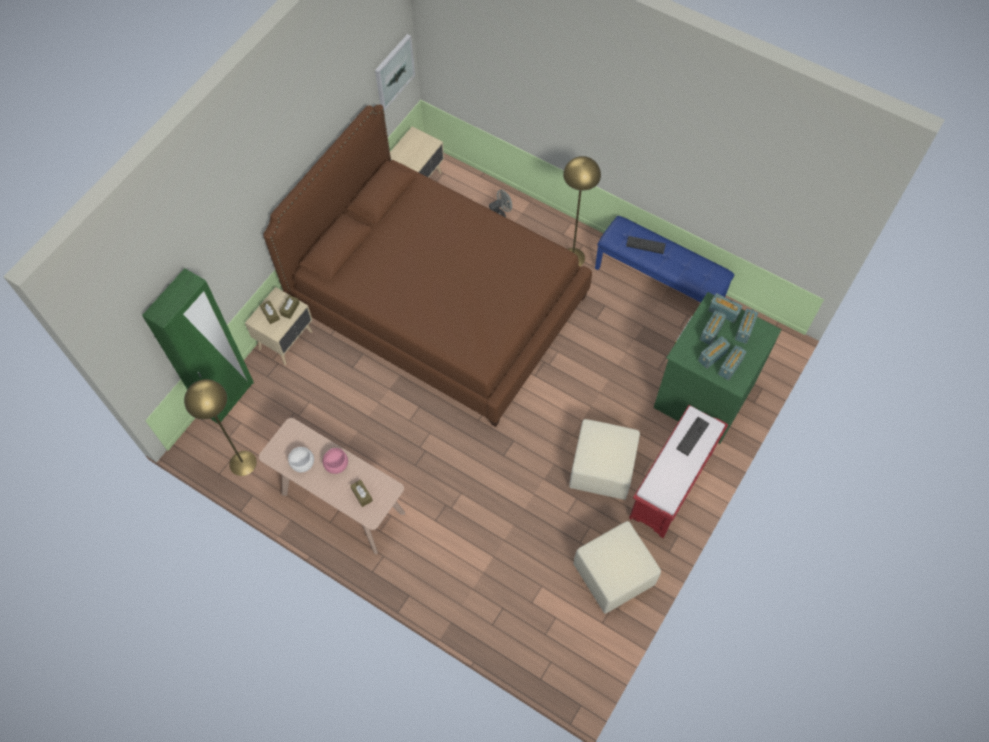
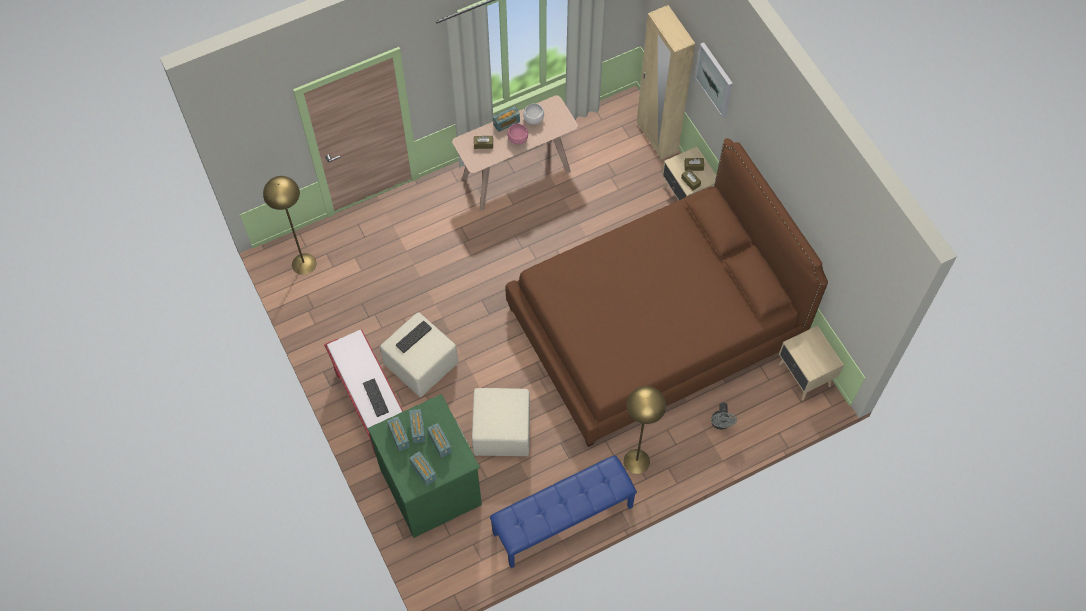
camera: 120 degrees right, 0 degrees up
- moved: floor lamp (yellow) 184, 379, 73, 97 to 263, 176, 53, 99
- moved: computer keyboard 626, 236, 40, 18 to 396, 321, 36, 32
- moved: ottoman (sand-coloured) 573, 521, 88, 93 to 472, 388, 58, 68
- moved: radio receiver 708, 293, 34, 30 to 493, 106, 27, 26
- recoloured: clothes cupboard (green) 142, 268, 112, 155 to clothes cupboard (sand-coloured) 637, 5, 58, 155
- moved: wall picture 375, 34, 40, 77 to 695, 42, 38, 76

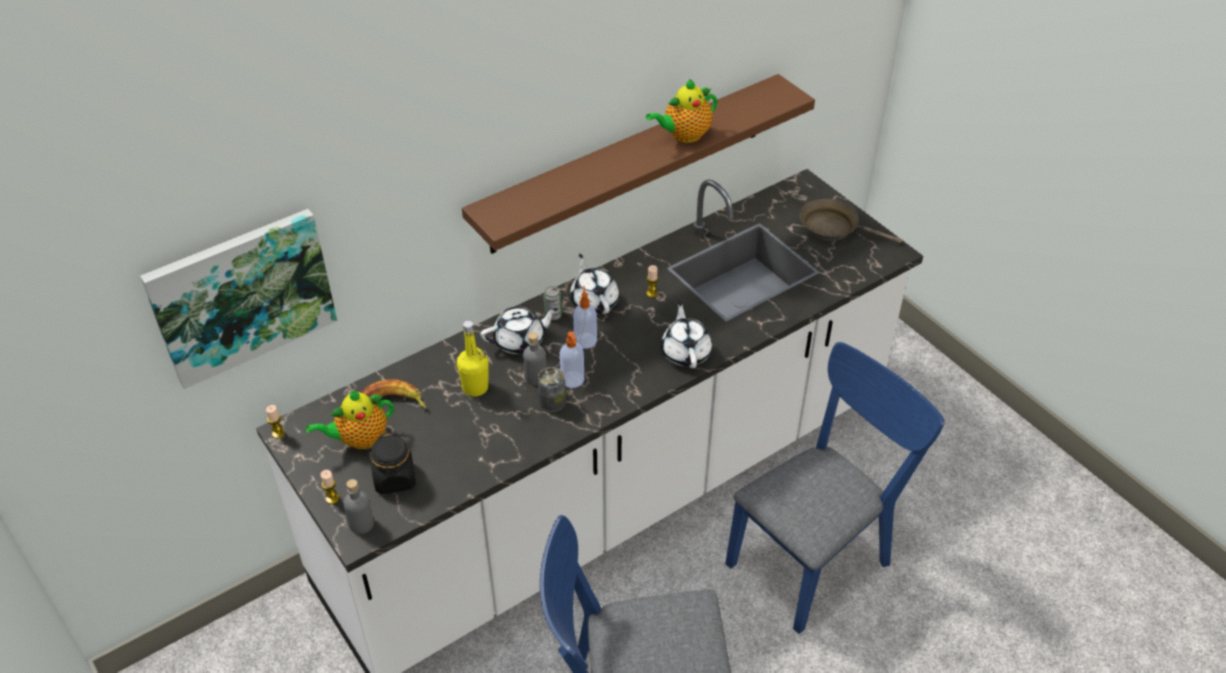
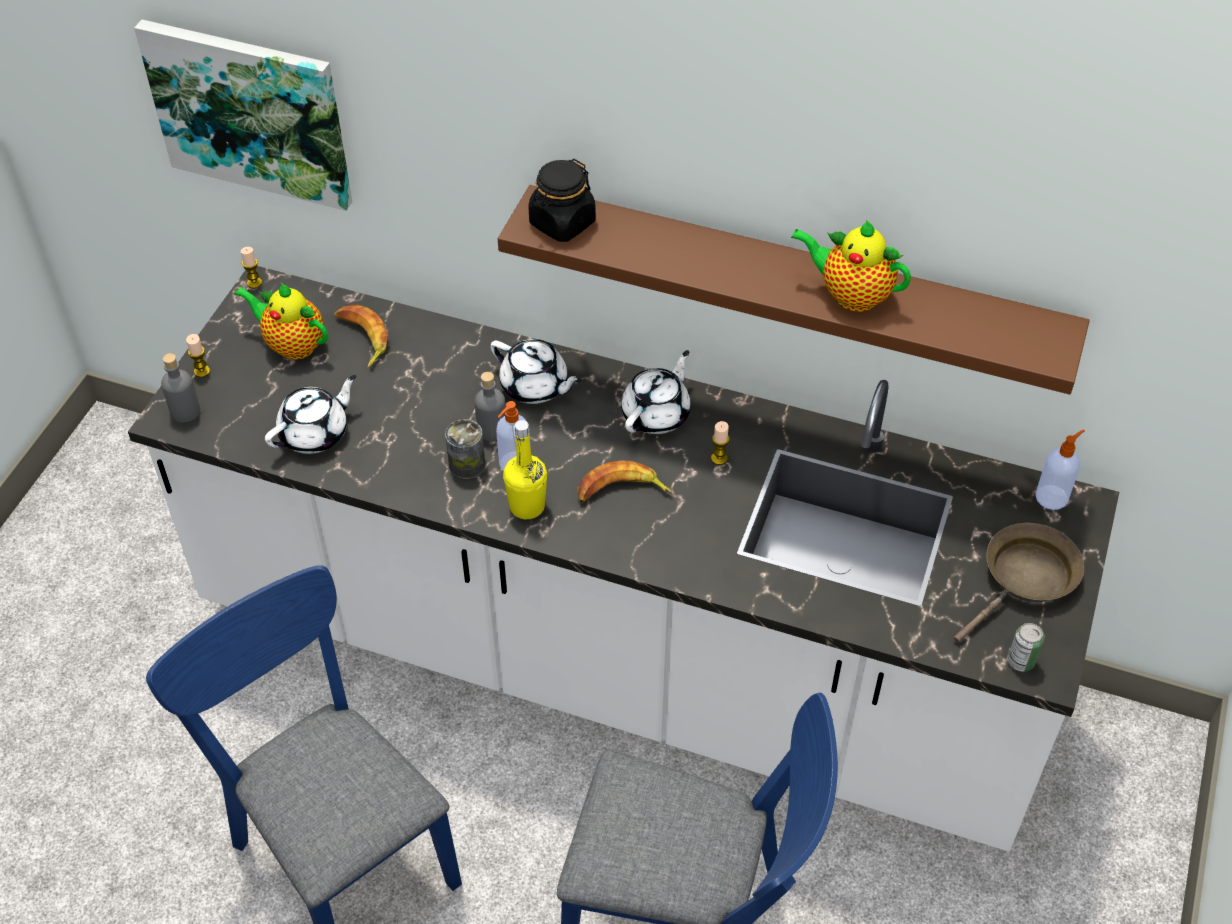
camera: 55 degrees right, 5 degrees up
- moved: tea pot (white) 661, 301, 51, 67 to 265, 375, 92, 79
- moved: bottle (yellow) 457, 321, 32, 75 to 503, 420, 44, 99
- moved: preserve jar (black) 370, 432, 46, 62 to 528, 159, 68, 83
- added: banana 578, 460, 95, 42
- turned: pan (brown-coloured) 800, 199, 102, 45 = 954, 523, 130, 120 60 degrees clockwise
- moved: metal can 544, 286, 18, 34 to 1008, 623, 36, 49
- moved: liquid soap bottle 573, 286, 24, 63 to 1035, 429, 50, 81

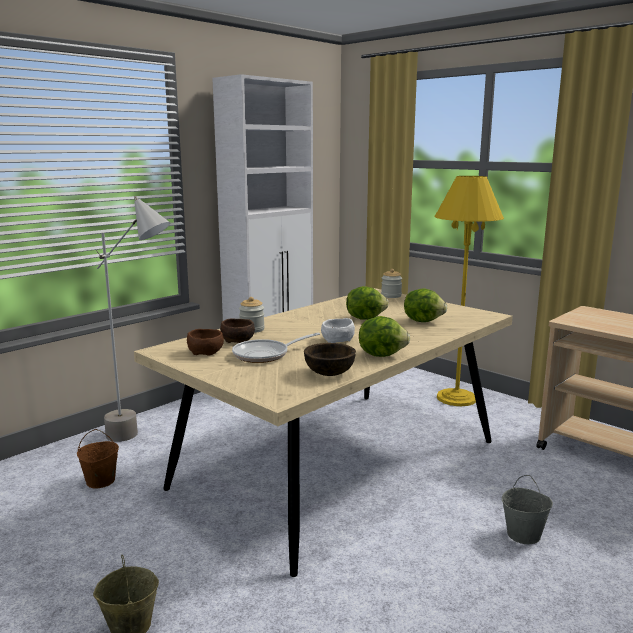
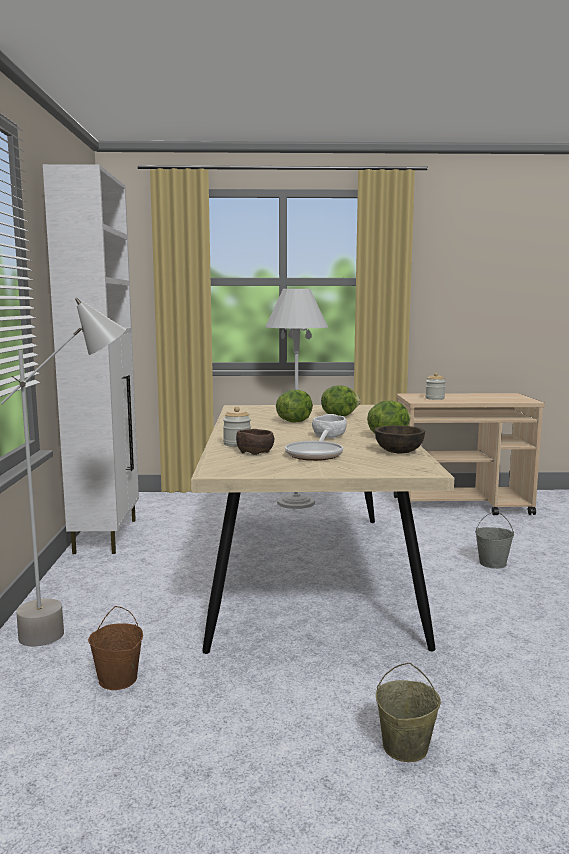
camera: 45 degrees left, 5 degrees down
- recoloured: floor lamp (yellow) 434, 176, 70, 230 to floor lamp (white) 265, 289, 63, 220
- moved: preserve jar 381, 269, 21, 29 to 425, 373, 21, 27
- removed: deep dish (brown-coloured) 187, 329, 37, 26

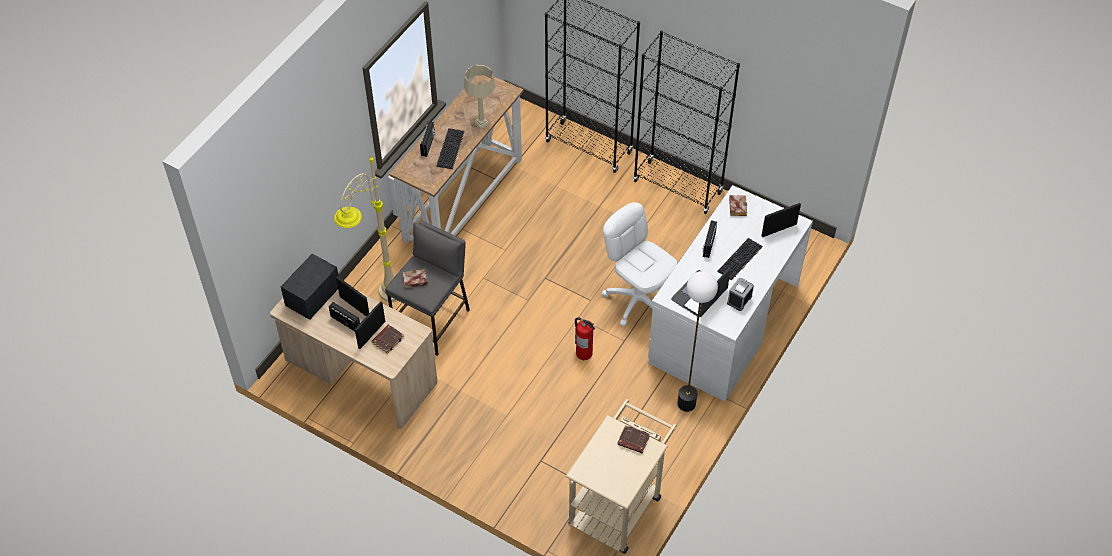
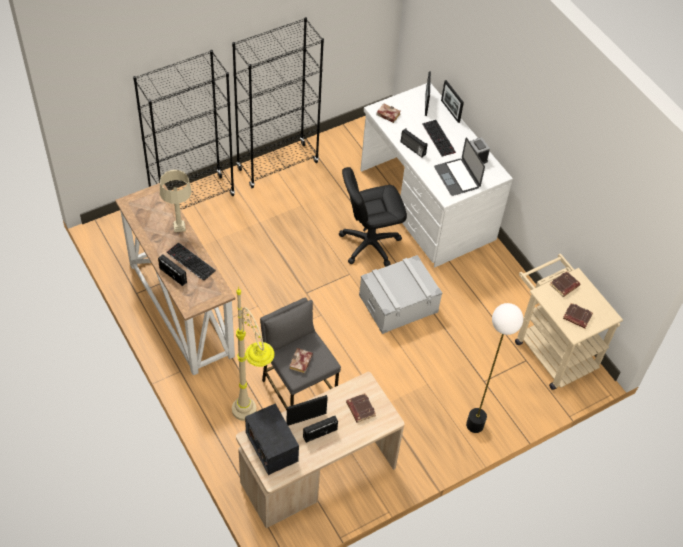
camera: 65 degrees left, 0 degrees up
- recoloured: computer chair (white) 602, 202, 76, 124 to computer chair (black) 339, 167, 68, 100
- replaced: fire extinguisher 575, 317, 20, 43 to storage box (gray) 359, 255, 83, 79
- moved: photo frame 355, 301, 30, 48 to 441, 80, 23, 43
- moved: floor lamp 677, 271, 41, 141 to 466, 303, 57, 130
- added: volume (brown-coloured) 563, 303, 30, 26

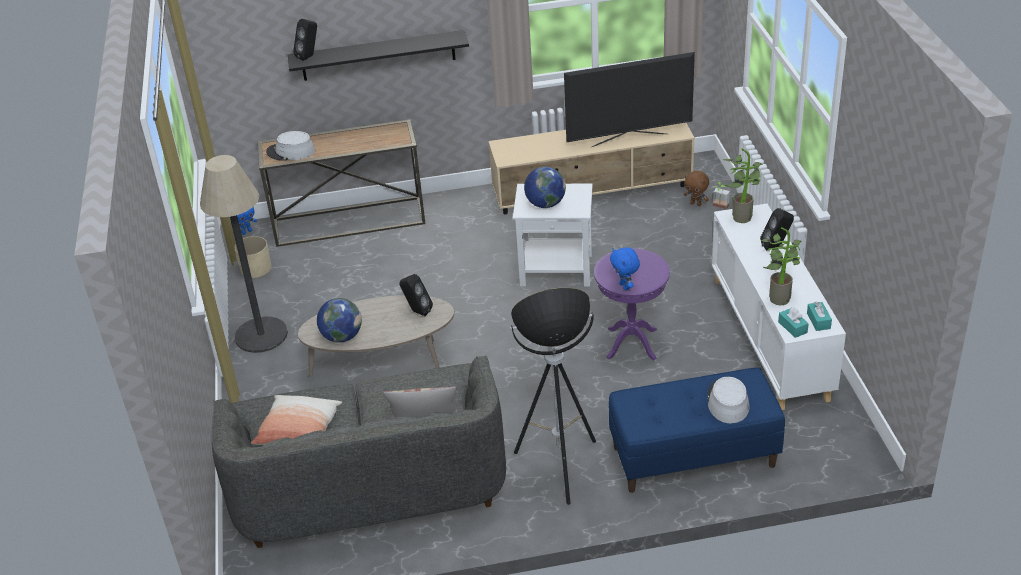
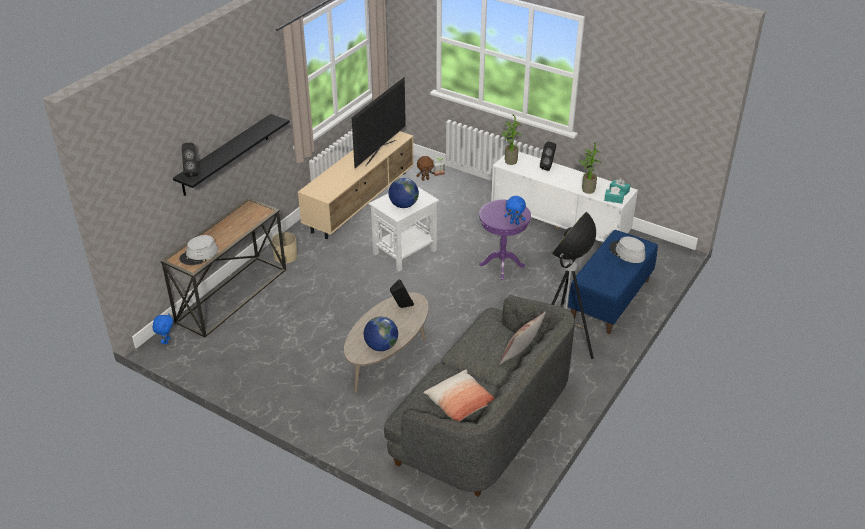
camera: 50 degrees left, 0 degrees up
- moved: plant pot (sand-coloured) 235, 236, 36, 42 to 272, 232, 25, 32
- removed: floor lamp 200, 155, 88, 198

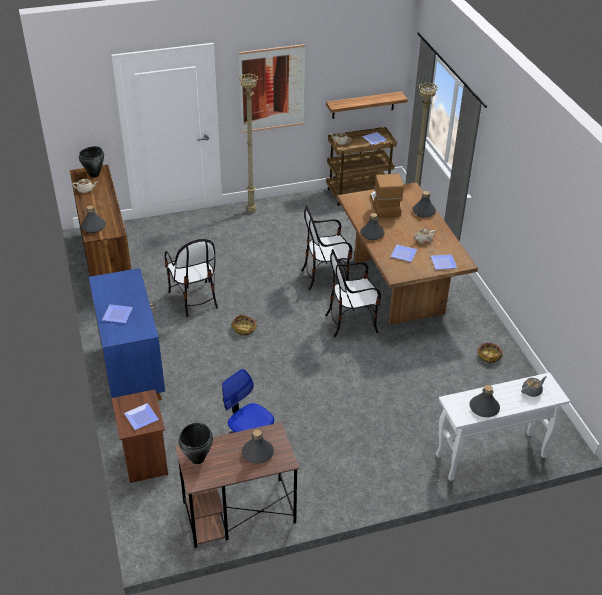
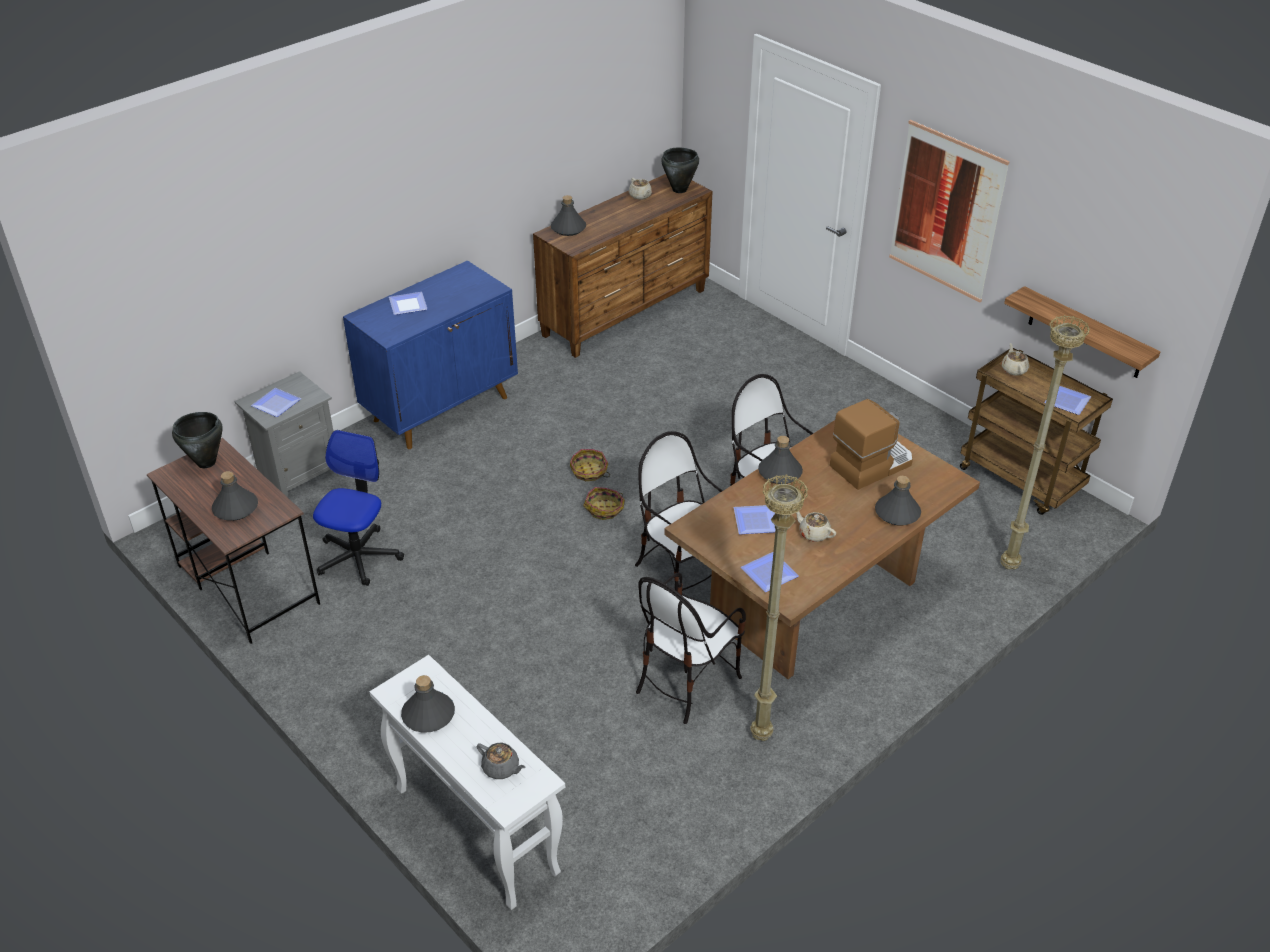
camera: 65 degrees right, 0 degrees up
- recoloured: bedside table (brown-coloured) 112, 389, 56, 94 to bedside table (gray) 234, 371, 104, 126
- moved: storage basket 478, 343, 25, 20 to 583, 487, 42, 33
- moved: plain chair 165, 239, 53, 78 to 636, 573, 110, 151
- moved: floor lamp (sand-coloured) 239, 74, 19, 139 to 750, 474, 58, 267

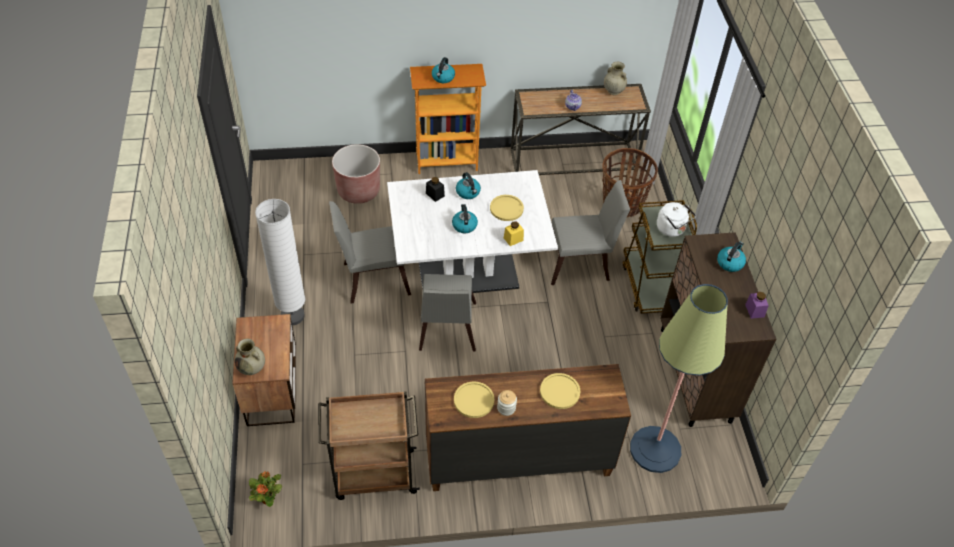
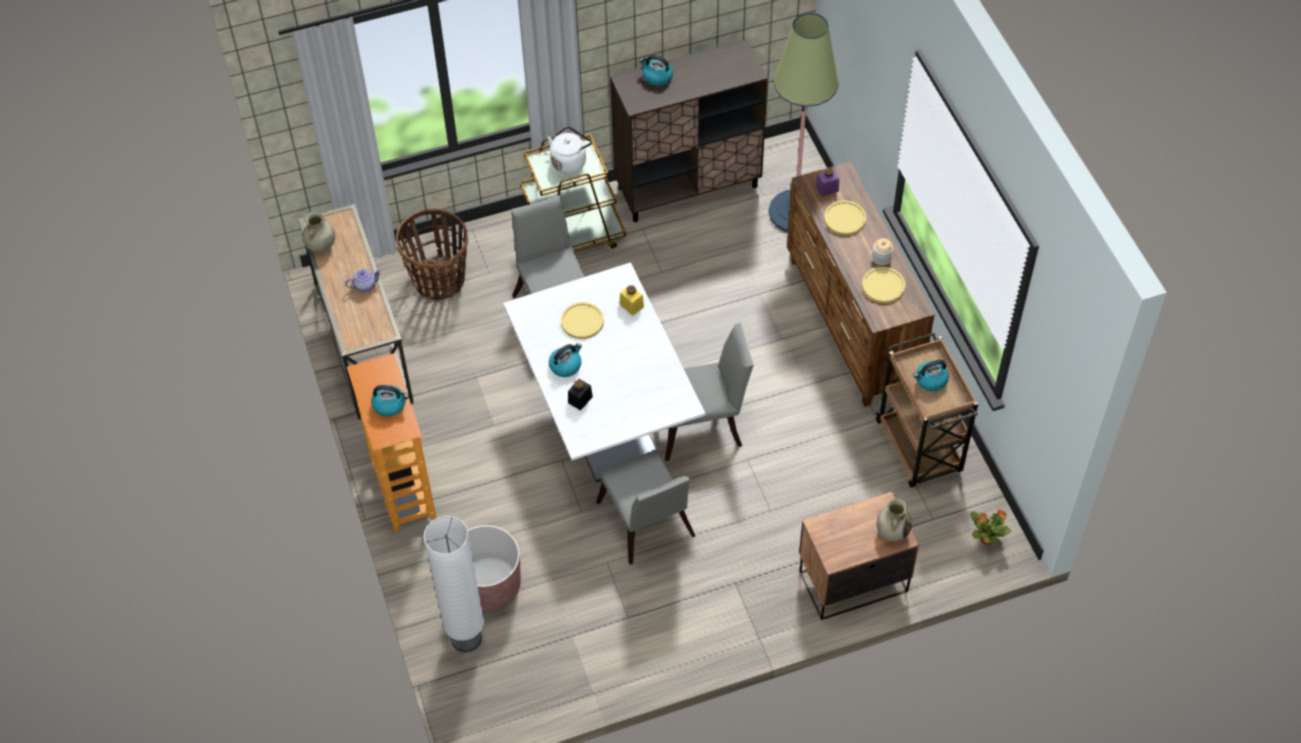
camera: 100 degrees left, 5 degrees up
- moved: floor lamp (white) 255, 199, 50, 126 to 424, 516, 60, 136
- moved: preserve jar (purple-coloured) 745, 292, 24, 27 to 815, 168, 24, 29
- moved: kettle 452, 204, 26, 29 to 913, 360, 36, 31

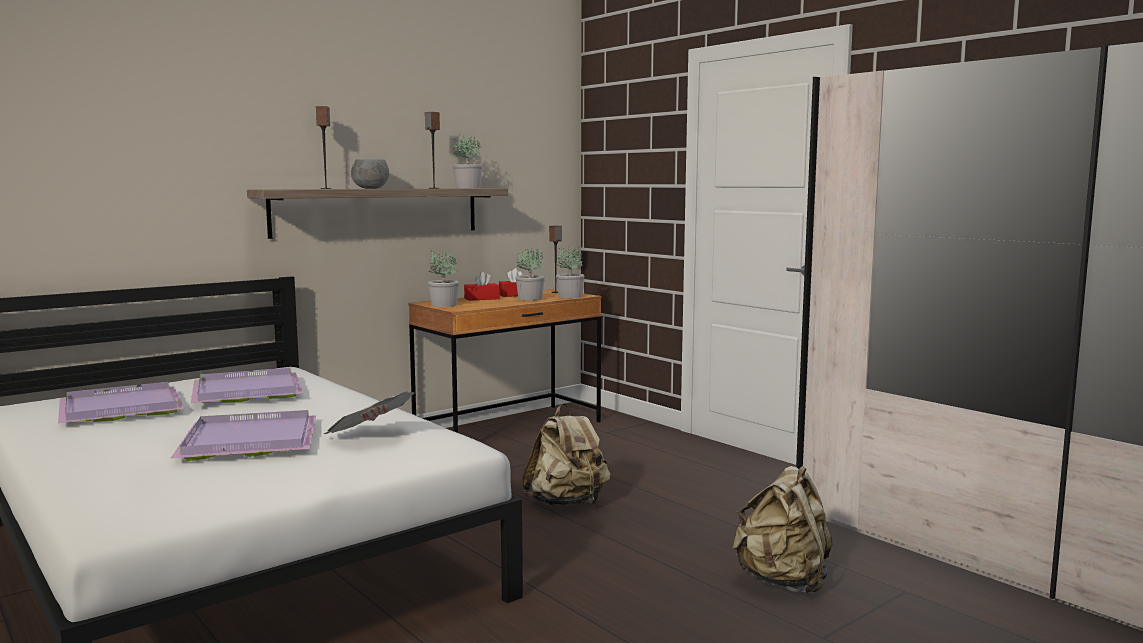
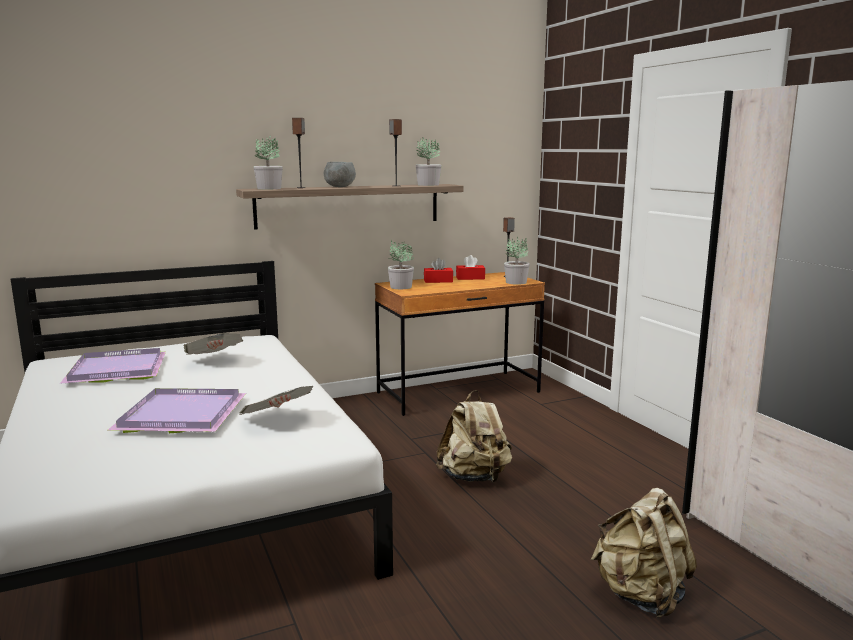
camera: 15 degrees right, 5 degrees up
- replaced: carrying tray (purple-coloured) 191, 368, 112, 35 to printed paper 183, 333, 60, 22
- moved: houseplant 515, 247, 30, 54 to 254, 136, 29, 53

